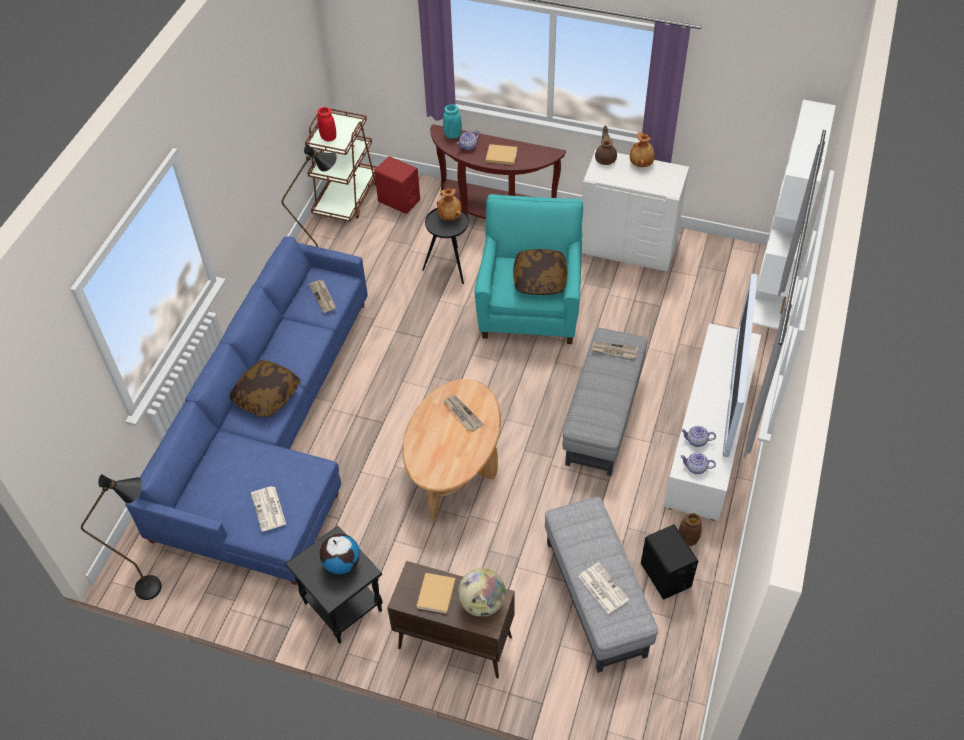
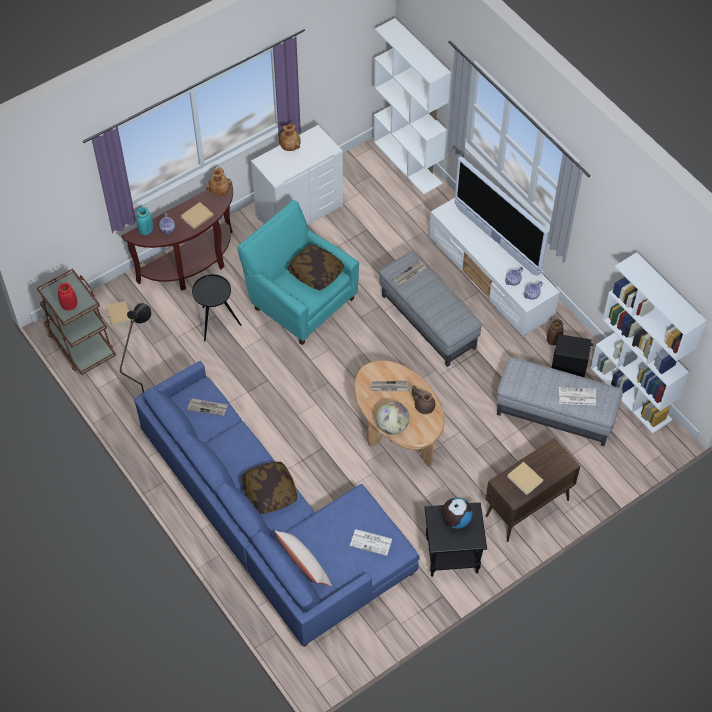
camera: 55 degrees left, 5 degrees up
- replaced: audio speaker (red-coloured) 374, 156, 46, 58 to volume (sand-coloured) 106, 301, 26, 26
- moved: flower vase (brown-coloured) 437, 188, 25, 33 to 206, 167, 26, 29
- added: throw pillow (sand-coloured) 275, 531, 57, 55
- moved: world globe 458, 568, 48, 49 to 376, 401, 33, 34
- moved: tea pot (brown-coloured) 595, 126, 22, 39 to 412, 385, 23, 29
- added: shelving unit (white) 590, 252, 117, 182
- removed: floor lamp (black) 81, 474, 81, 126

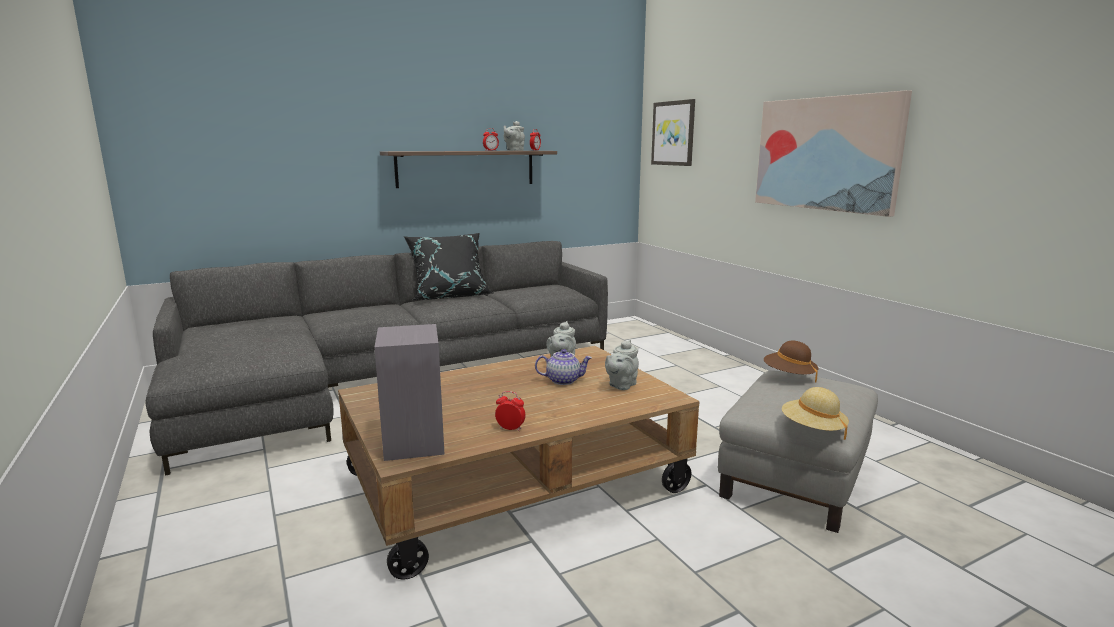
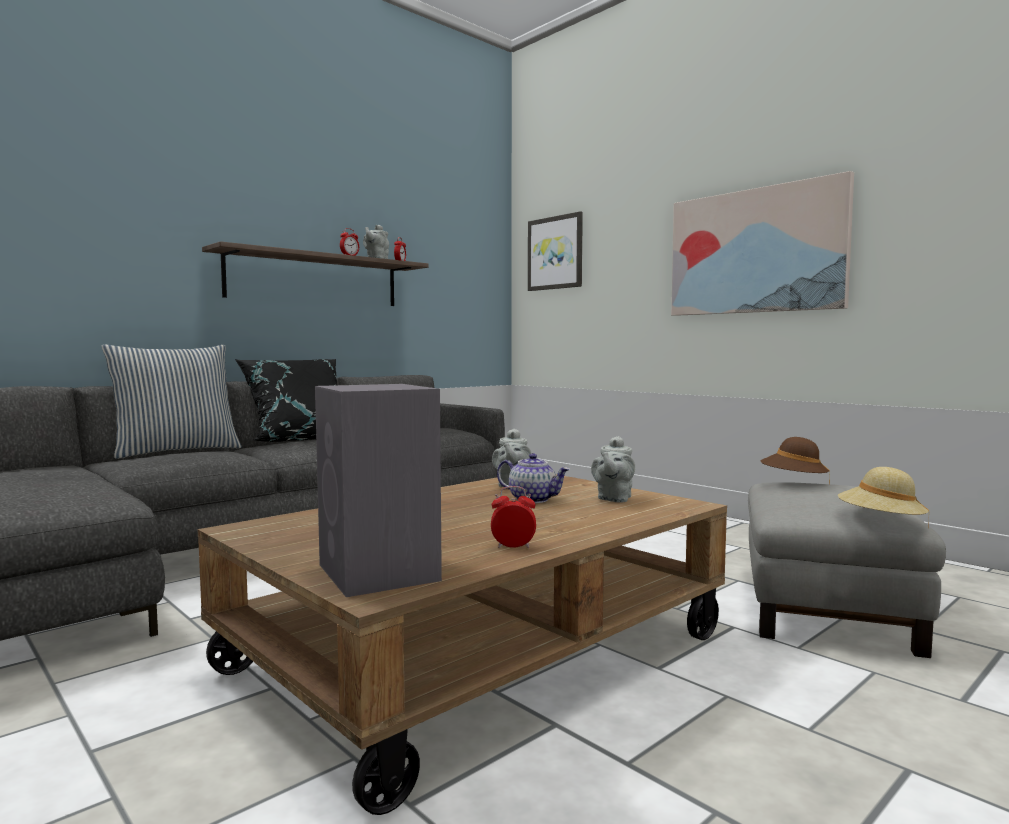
camera: 15 degrees left, 10 degrees down
- added: throw pillow 102, 344, 140, 115
- turned: tea pot 535, 349, 57, 36 = 497, 453, 73, 50 45 degrees clockwise

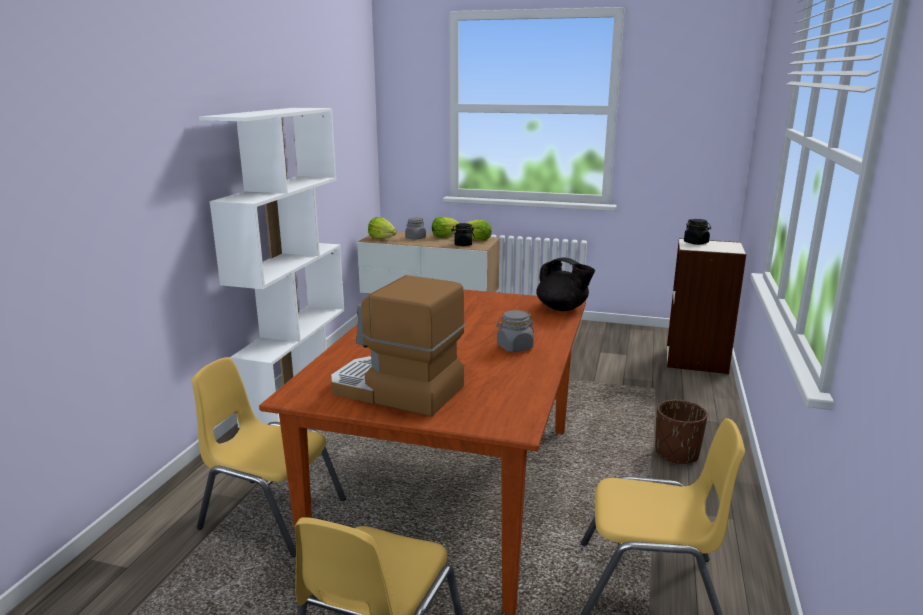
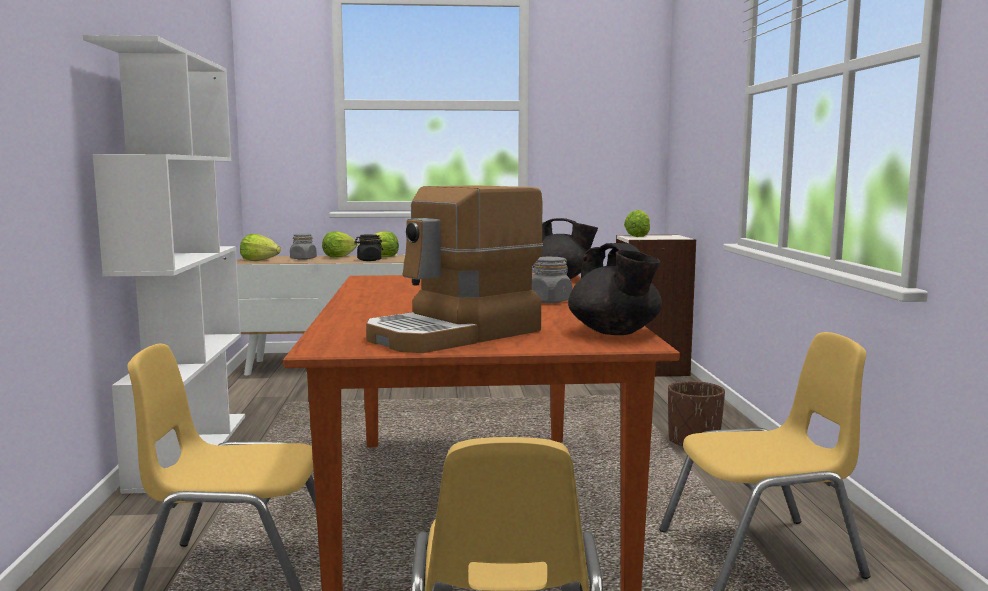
camera: 20 degrees left, 10 degrees down
- turned: coffee brewer 331, 275, 134, 142 = 366, 185, 177, 168 45 degrees counterclockwise
- added: tea pot (black) 568, 243, 94, 92
- replaced: preserve jar (black) 684, 219, 27, 26 to lettuce head 624, 210, 26, 27

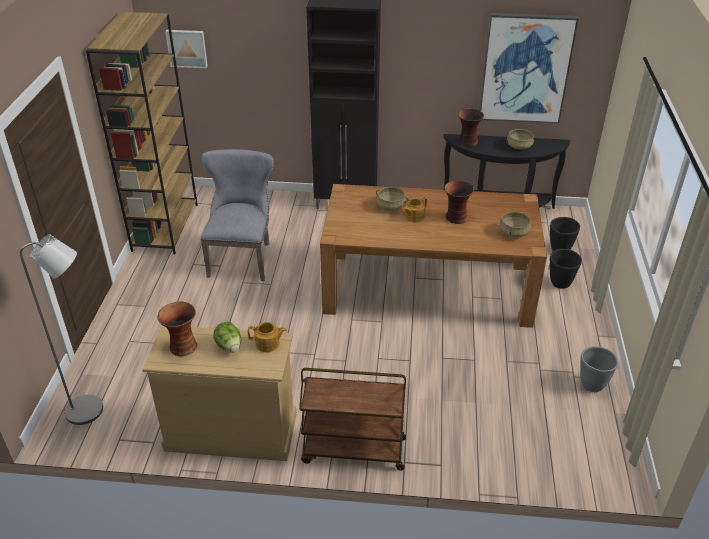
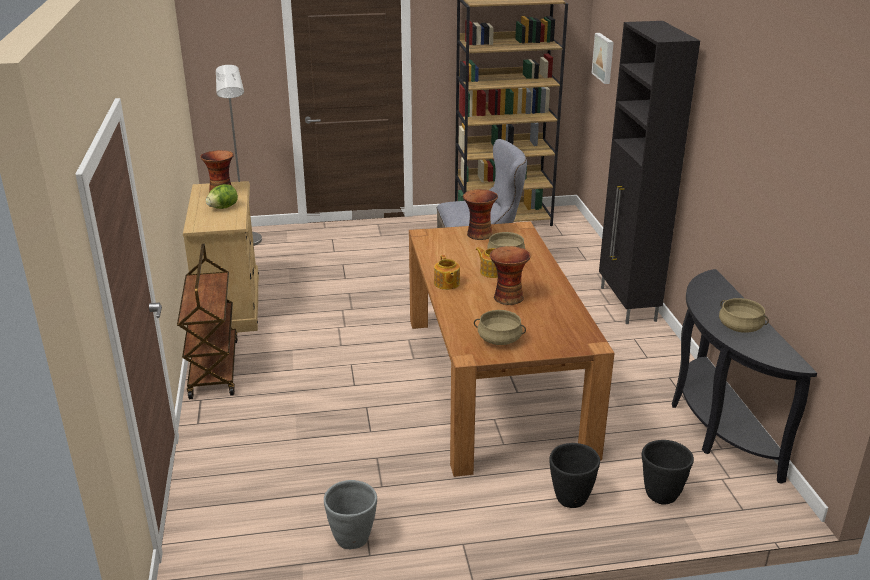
camera: 75 degrees right, 10 degrees down
- moved: tea pot 248, 322, 39, 30 to 434, 255, 26, 35
- moved: flower vase 458, 109, 26, 38 to 463, 189, 35, 51
- removed: wall picture 479, 13, 100, 111

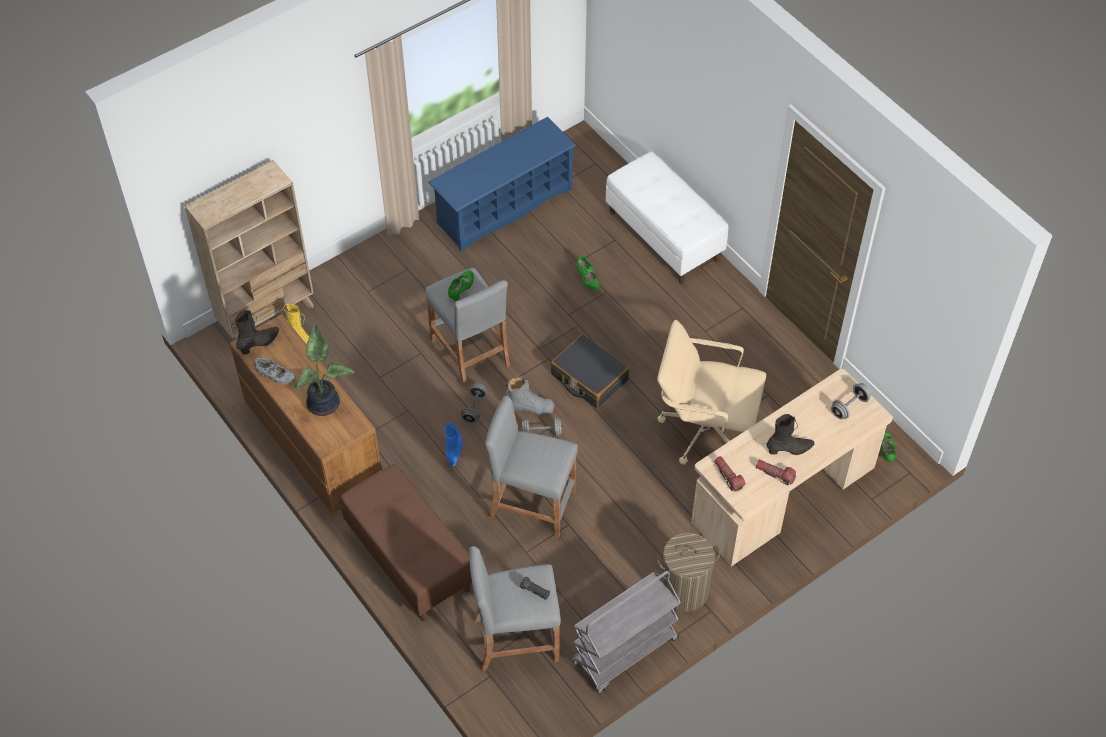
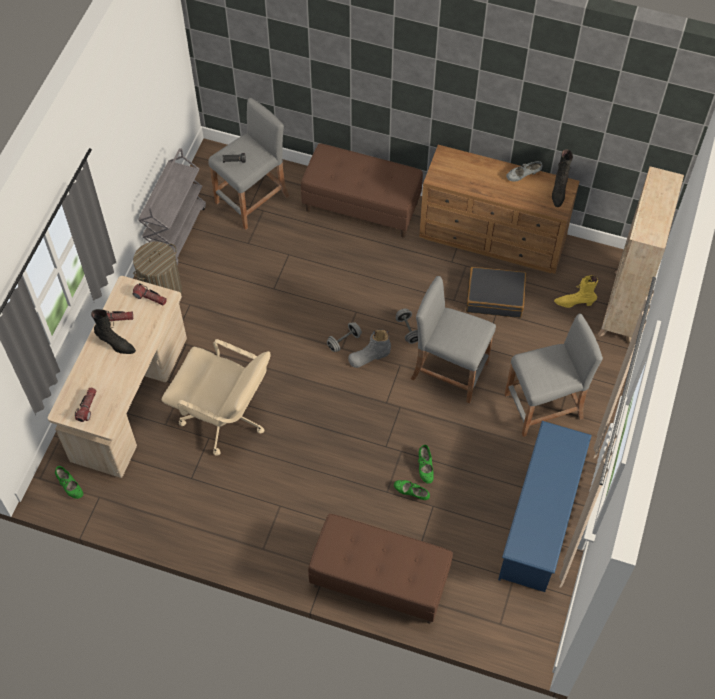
camera: 145 degrees right, 5 degrees up
- replaced: free weight (gray) 831, 383, 40, 36 to torch 75, 387, 22, 35
- turned: tall boot (black) 766, 414, 49, 41 = 91, 309, 45, 45 105 degrees counterclockwise
- turned: computer chair (sand-coloured) 657, 320, 109, 145 = 162, 339, 108, 117 45 degrees clockwise
- recoloured: indoor bench (white) 606, 152, 122, 132 to indoor bench (brown-coloured) 308, 514, 145, 110
- moved: shoe (green) 448, 270, 26, 32 to 418, 445, 16, 39
- moved: suitcase (black) 550, 334, 80, 75 to 466, 267, 60, 51
- moved: stool seat (gray) 485, 395, 93, 143 to 505, 313, 98, 124
- removed: houseplant 293, 324, 62, 92
- removed: tall boot (bluish) 444, 423, 19, 43

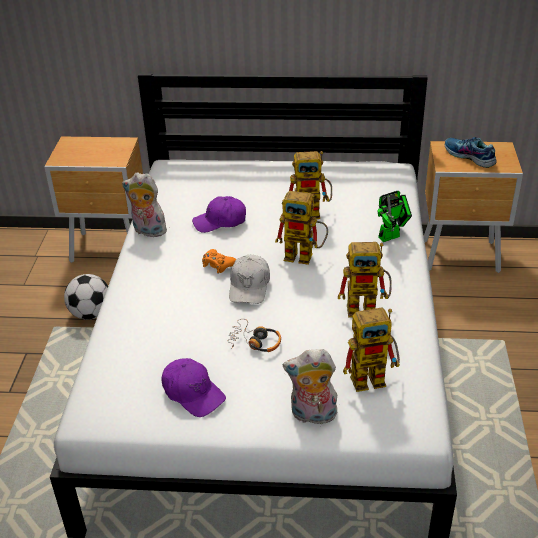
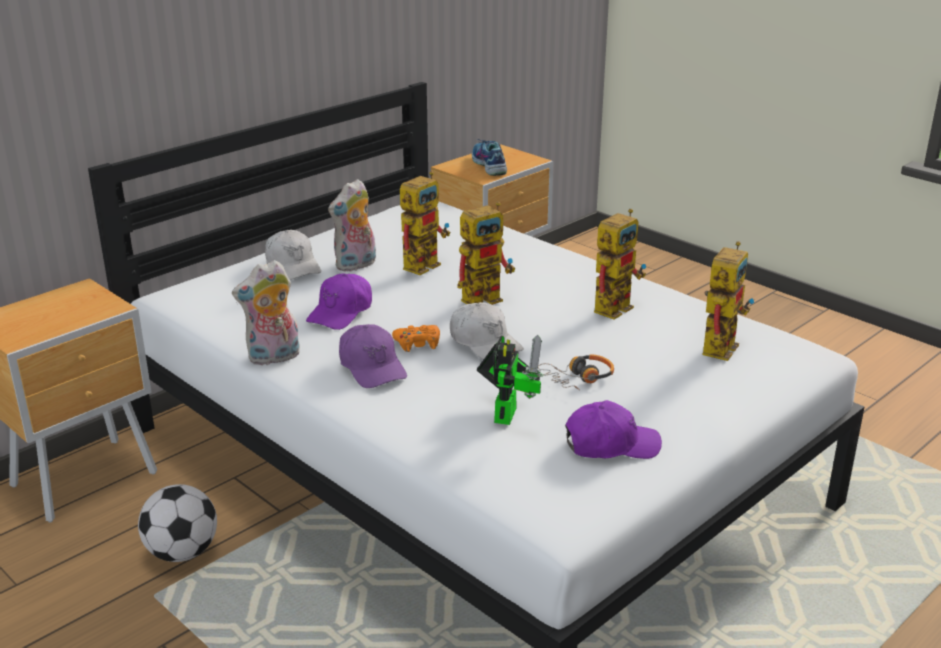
camera: 50 degrees left, 10 degrees down
- added: peaked cap (white) 265, 230, 56, 50
- moved: cuddly toy 283, 349, 54, 75 to 328, 179, 48, 93
- added: peaked cap (purple-coloured) 339, 324, 68, 64
- turned: shoe 445, 137, 52, 31 = 472, 139, 35, 37 75 degrees clockwise
- moved: toy robot 377, 191, 35, 51 to 477, 335, 66, 90

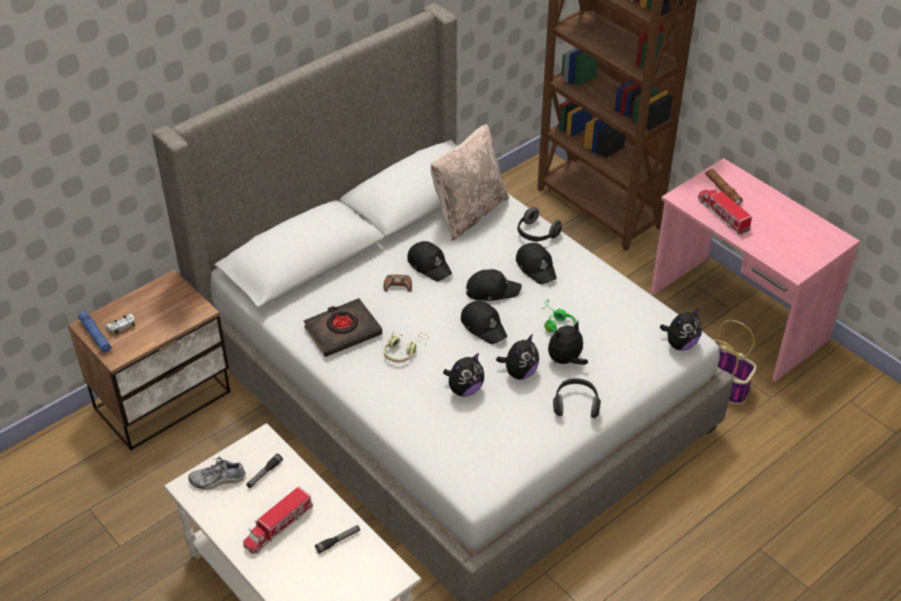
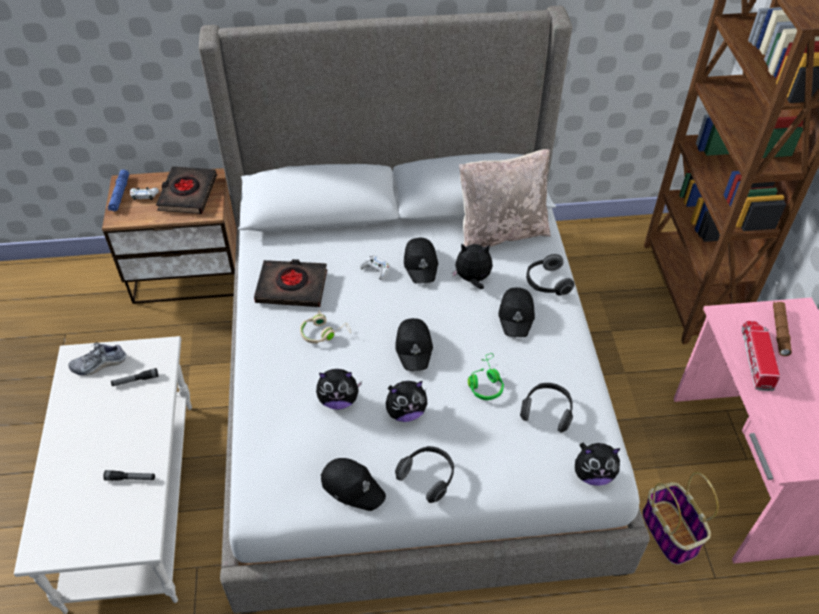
camera: 35 degrees right, 5 degrees up
- turned: shoe 188, 457, 58, 33 = 69, 342, 57, 34 45 degrees counterclockwise
- added: volume (black) 156, 166, 61, 48
- moved: peaked cap (black) 466, 269, 56, 32 to 321, 458, 65, 53
- recoloured: gamepad (brown-coloured) 384, 274, 28, 18 to gamepad (white) 360, 255, 30, 25
- moved: cuddly toy 548, 321, 40, 44 to 452, 243, 41, 46
- added: headphones 520, 383, 53, 50
- removed: model truck 243, 486, 70, 68

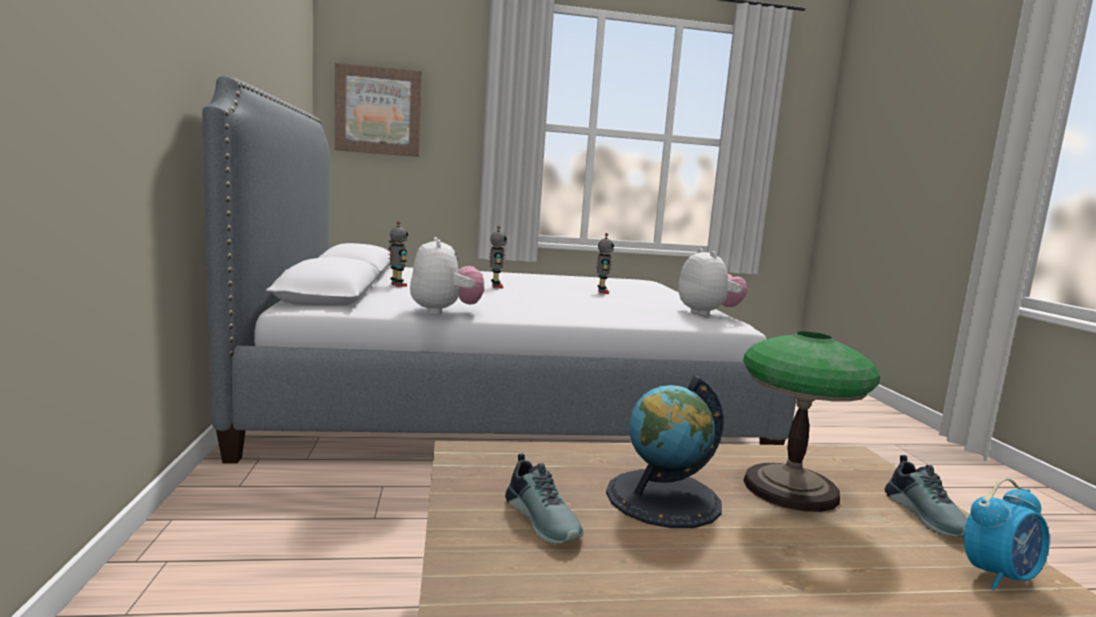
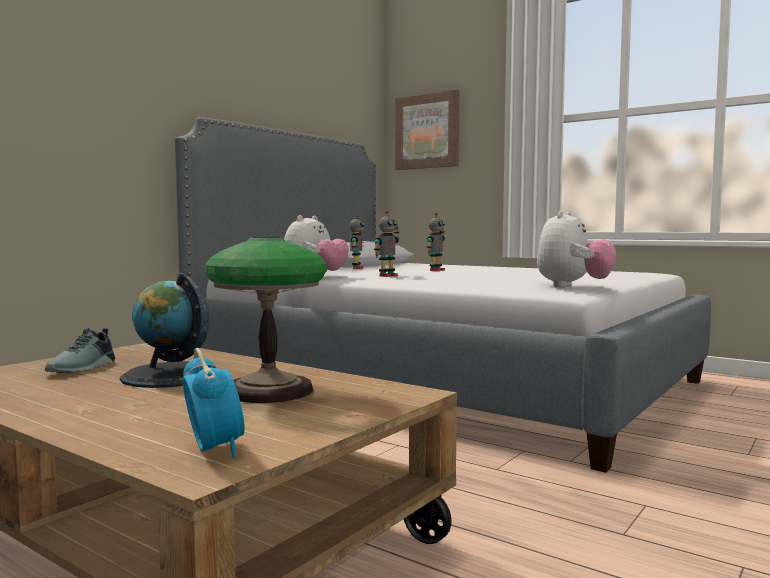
camera: 45 degrees right, 5 degrees down
- turned: table clock 964, 478, 85, 112 = 182, 348, 63, 110 135 degrees counterclockwise
- moved: toy robot 596, 233, 18, 61 to 374, 210, 25, 67
- removed: shoe 885, 455, 83, 82

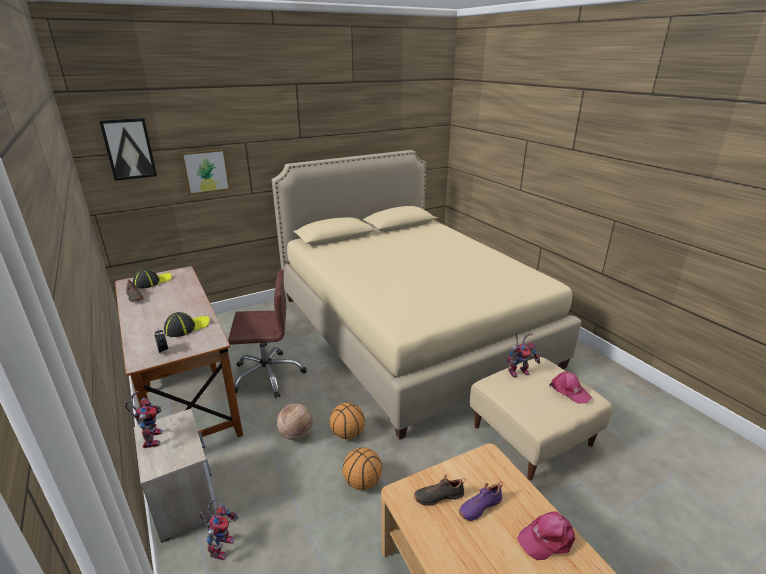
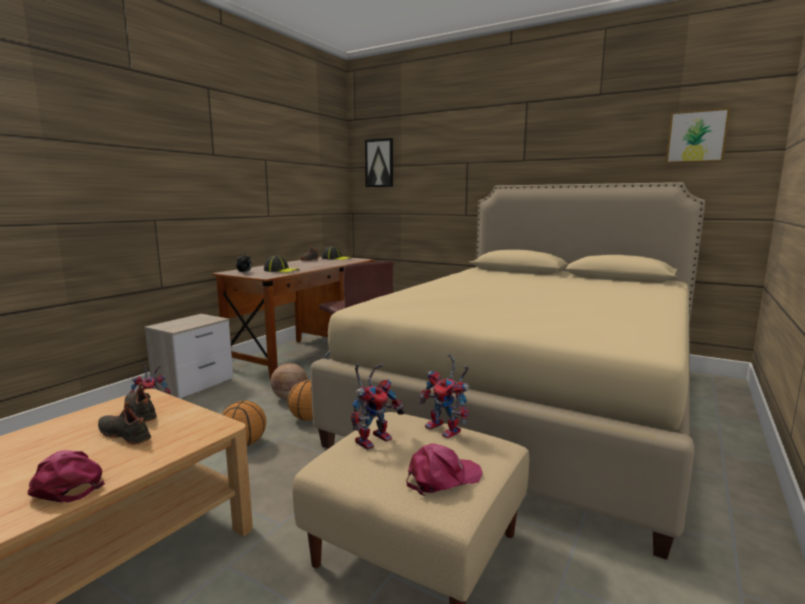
camera: 60 degrees right, 15 degrees down
- recoloured: shoe (purple-coloured) 459, 482, 44, 39 to shoe (black) 98, 402, 53, 43
- moved: toy robot 124, 391, 39, 57 to 351, 364, 54, 86
- turned: peaked cap (pinkish) 550, 371, 42, 33 = 406, 443, 77, 53 135 degrees counterclockwise
- moved: wall picture 181, 149, 49, 46 to 666, 108, 64, 56

